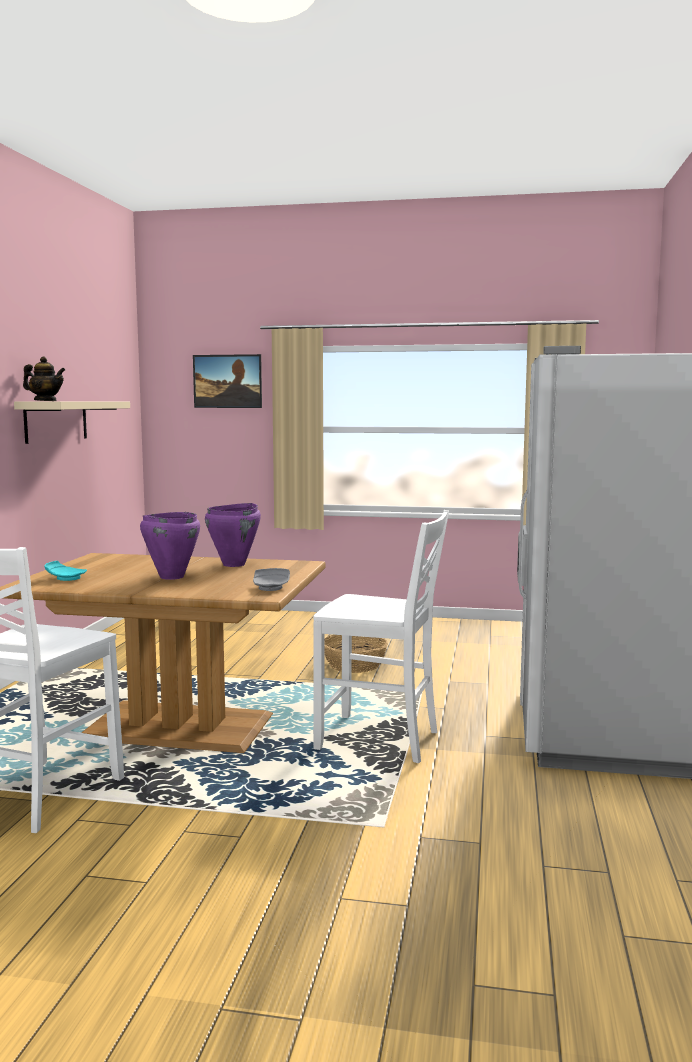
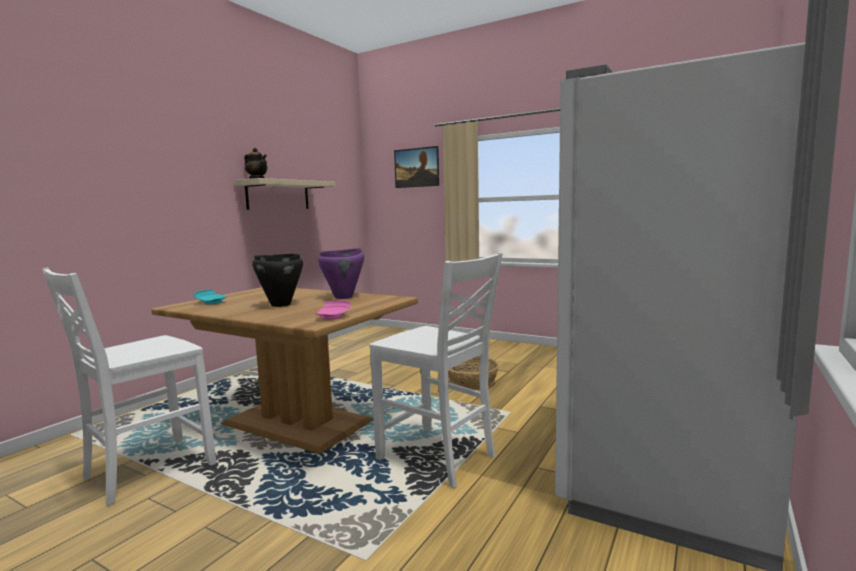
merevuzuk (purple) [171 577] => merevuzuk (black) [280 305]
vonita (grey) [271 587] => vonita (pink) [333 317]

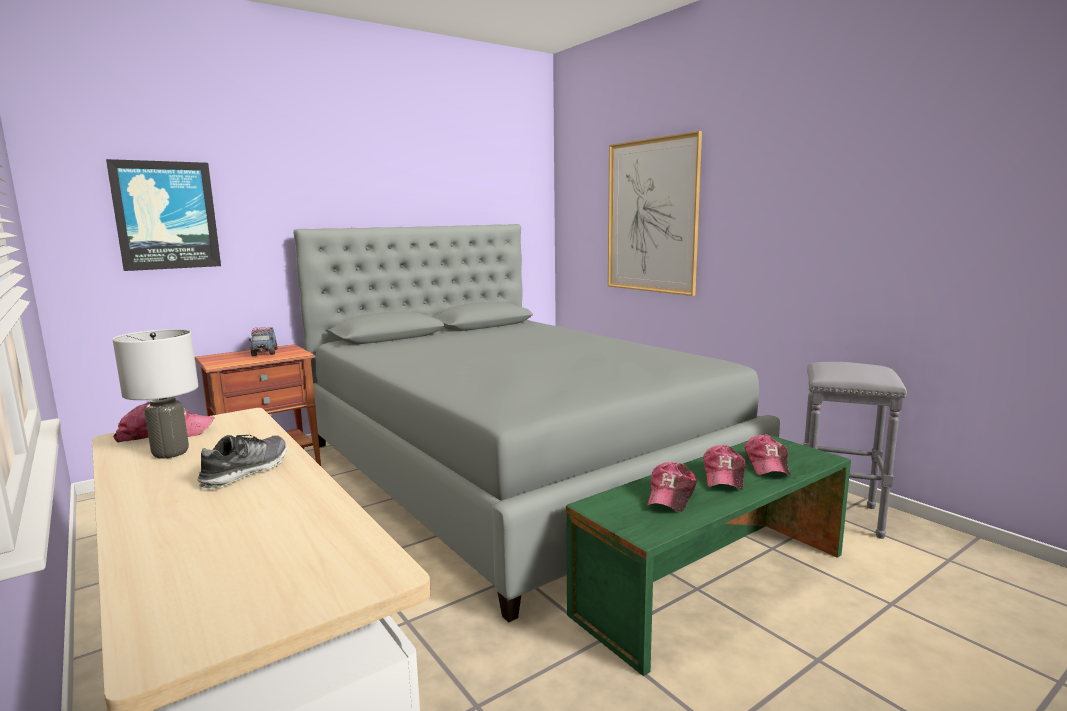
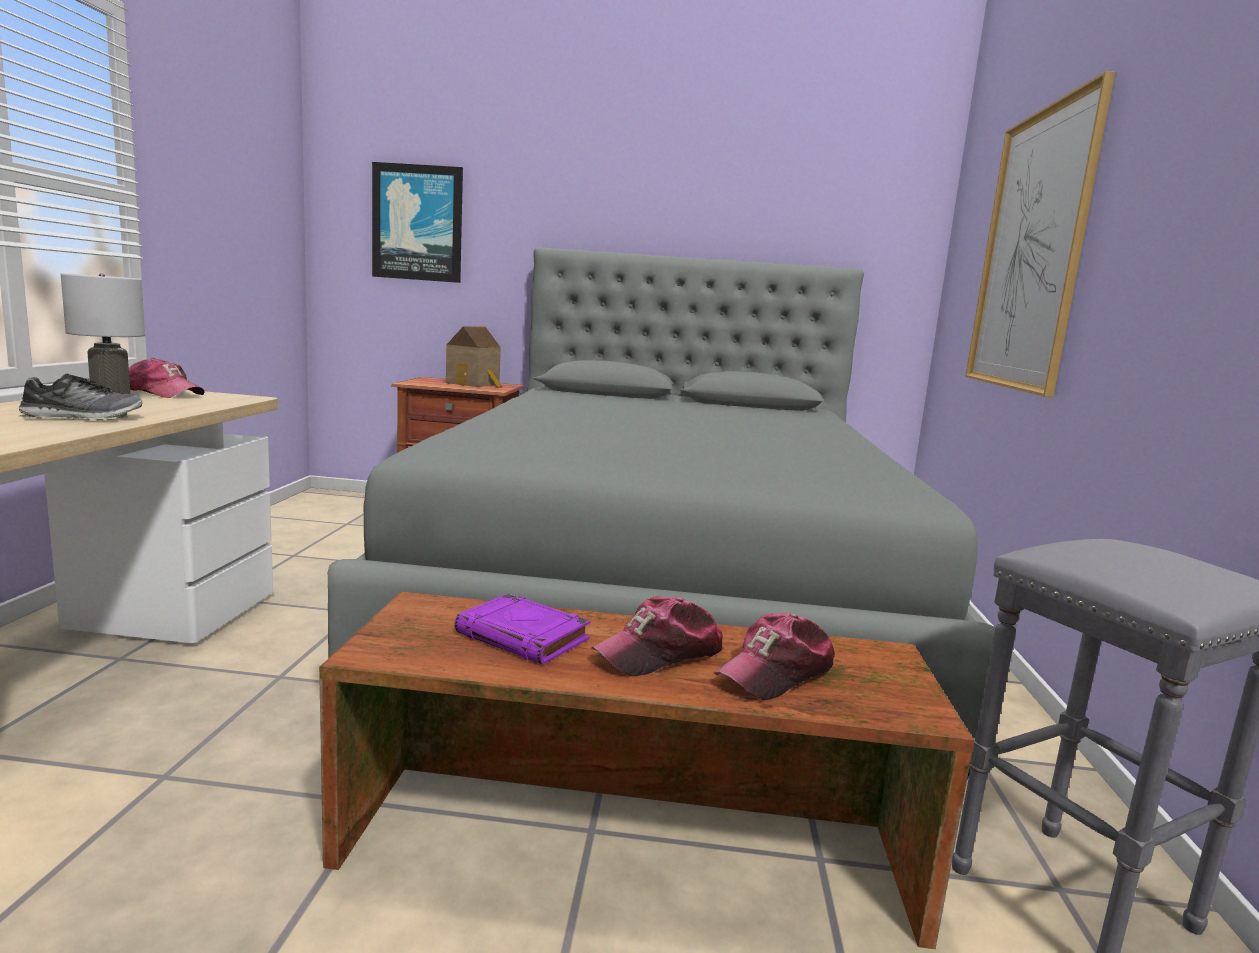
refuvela [264 352] => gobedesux [475 384]
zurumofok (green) [713 580] => zurumofok (brown) [633 837]
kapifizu [671 496] => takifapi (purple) [524 637]

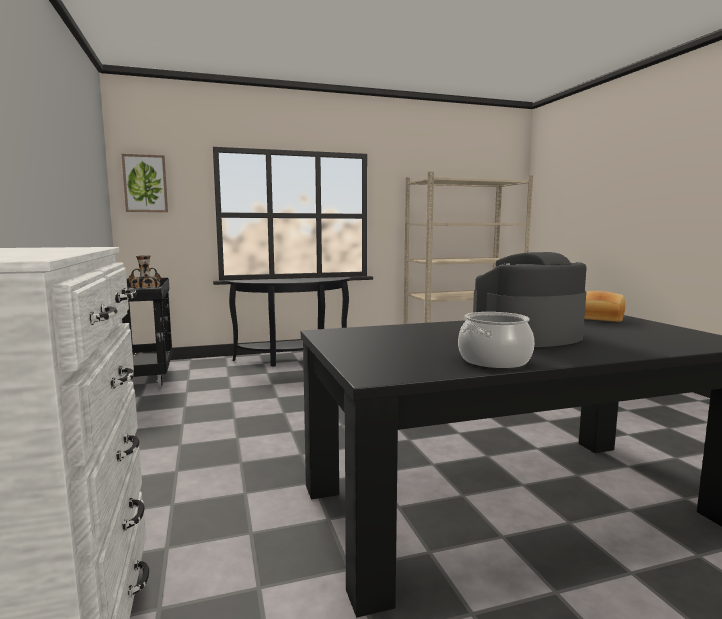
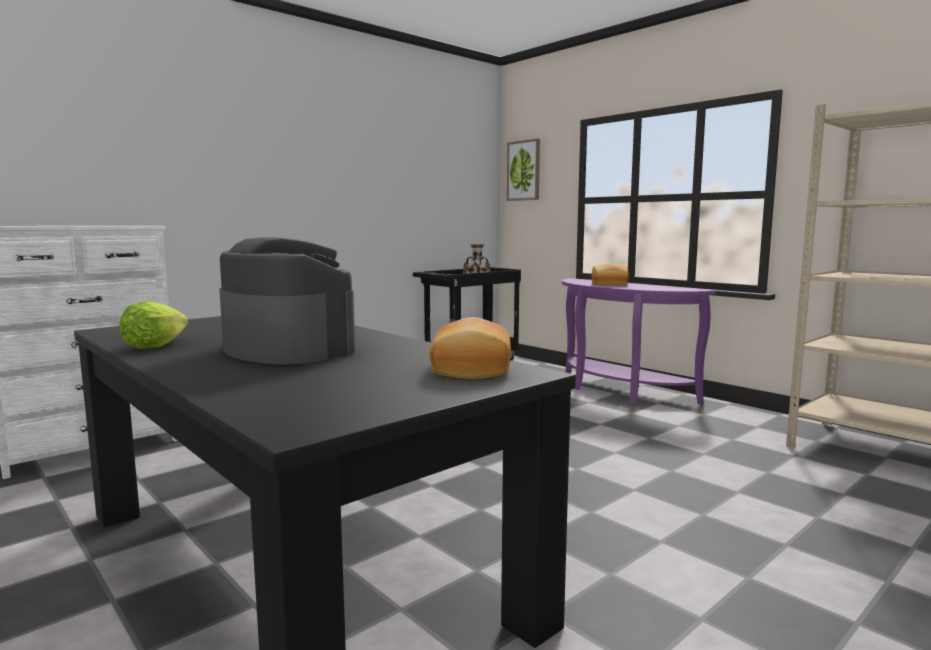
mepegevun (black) [294 359] => mepegevun (purple) [617 391]
merevuzuk [494 361] => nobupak [154 346]
nothing => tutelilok [609 284]

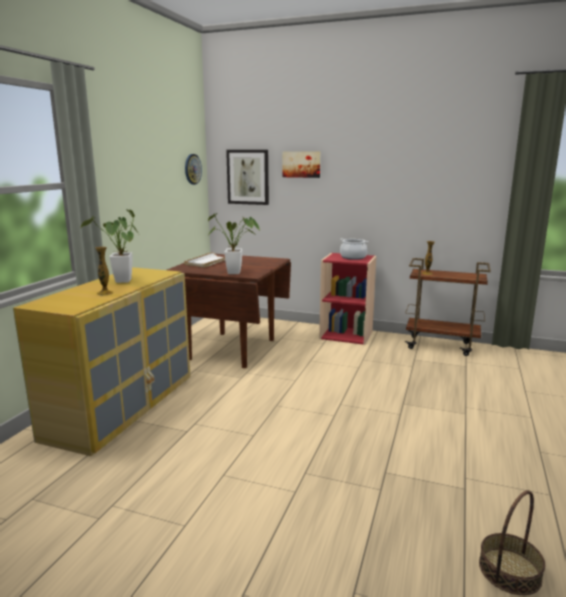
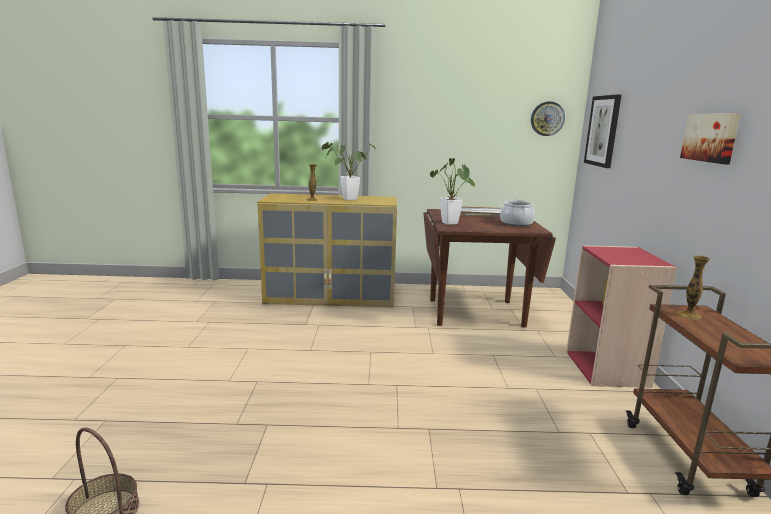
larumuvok [301 164] => larumuvok [711 137], move
merevuzuk [353 257] => merevuzuk [516 223], move

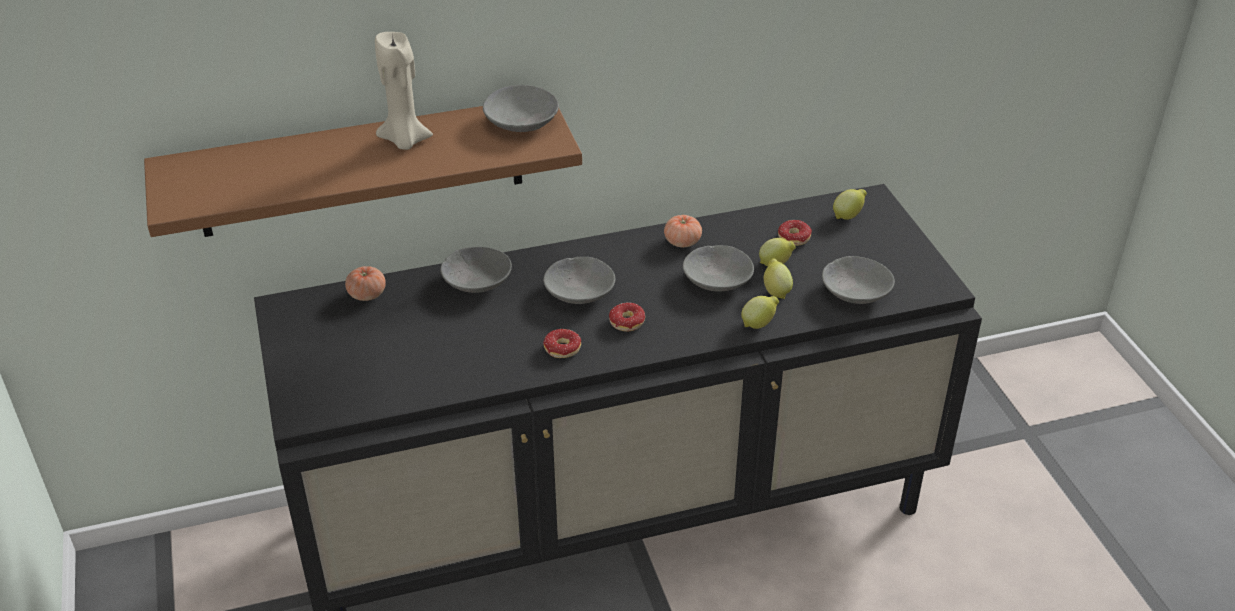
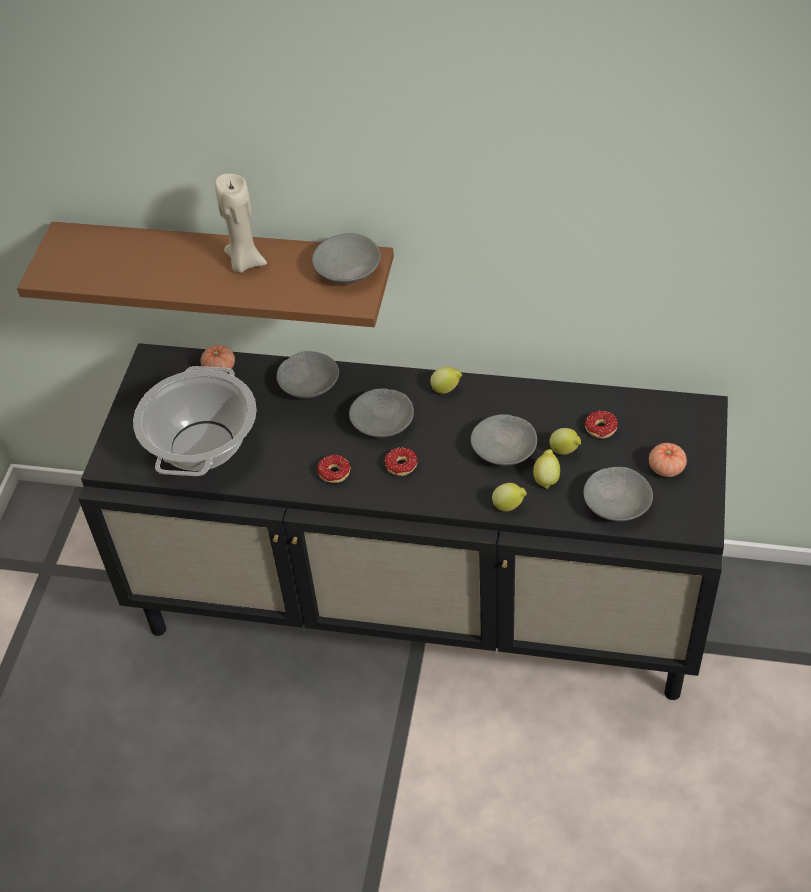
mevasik [682 242] => mevasik [666 468], move
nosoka [848 216] => nosoka [446 389], move
nothing => merevuzuk [202 445]

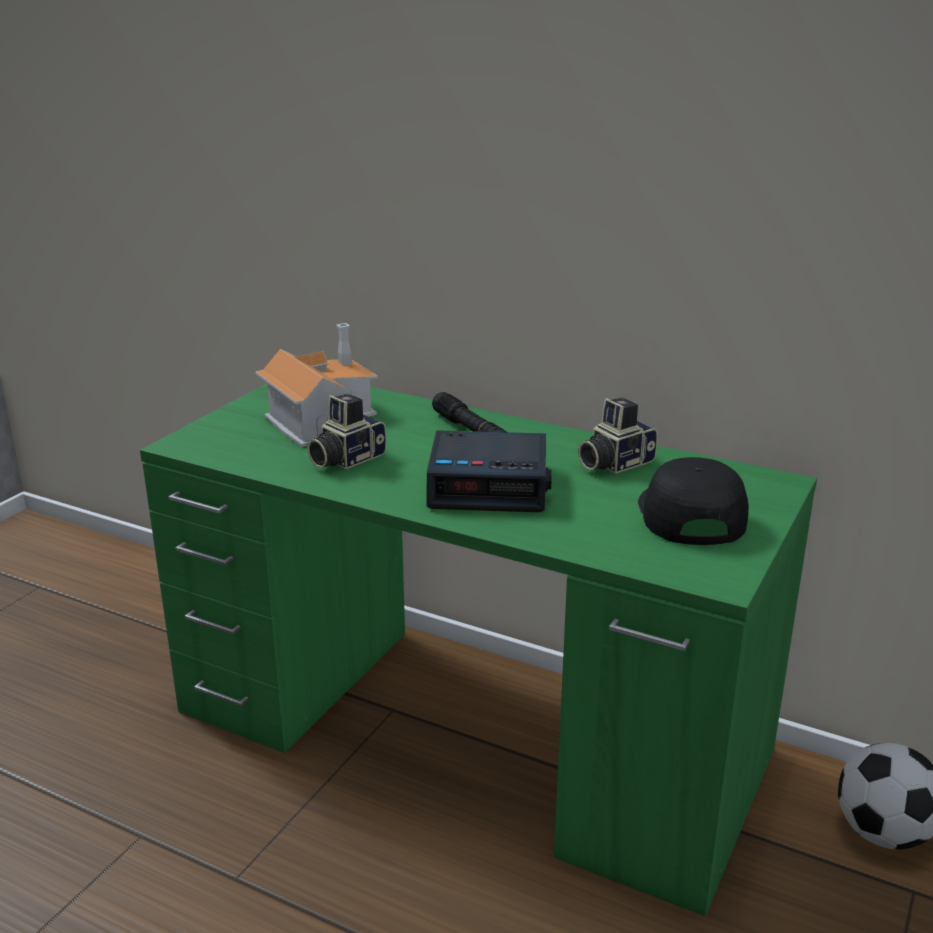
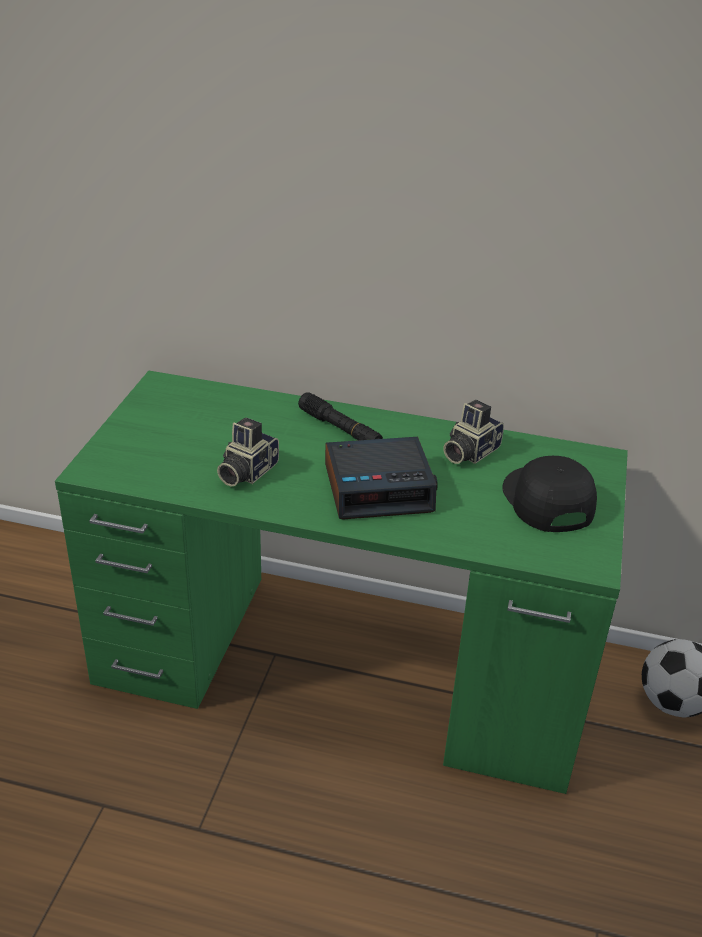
gobedesux [320 418] => nothing

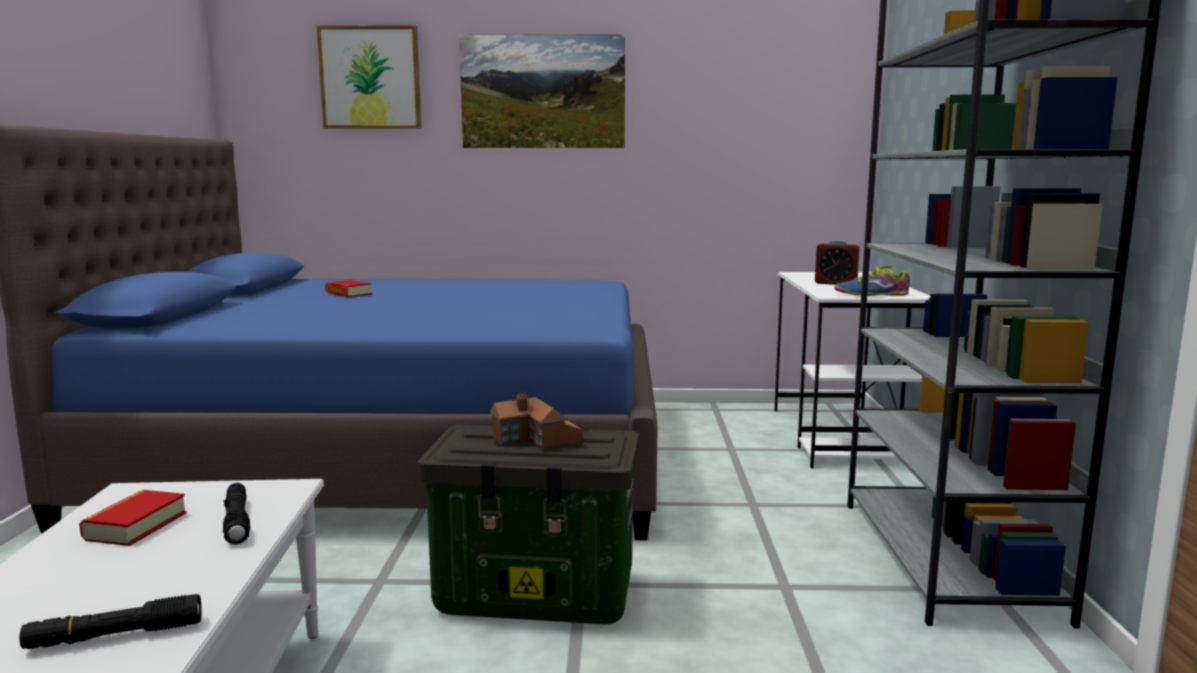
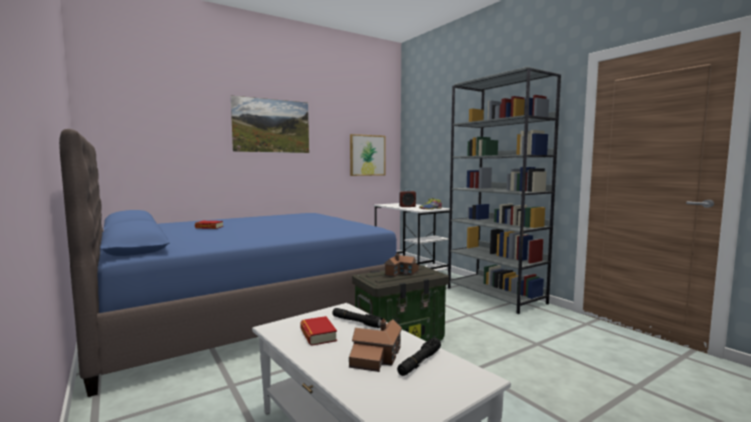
larumuvok [370 78] => larumuvok [367 155], move
nothing => gobedesux [376 357]

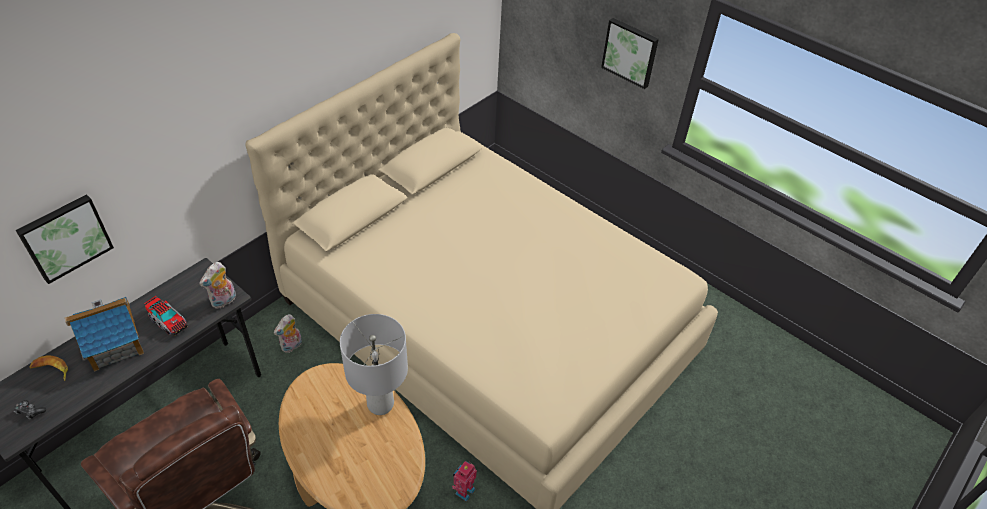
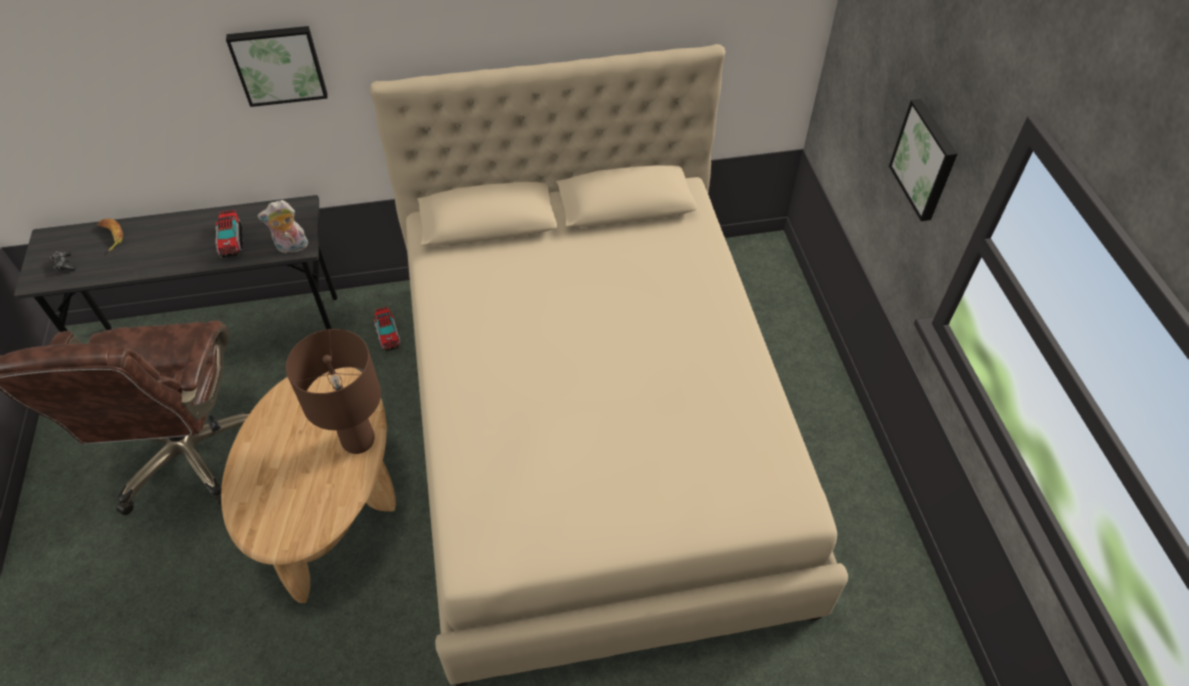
larumuvok [65 237] => larumuvok [278 64], move
gobedesux [115 345] => nothing
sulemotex [292 346] => refuvela [388 334]
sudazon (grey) [380 404] => sudazon (brown) [359 440]
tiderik [464 490] => nothing

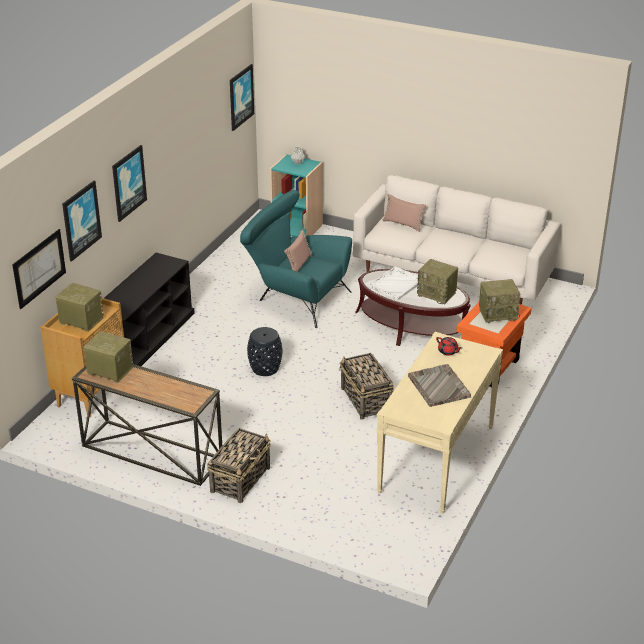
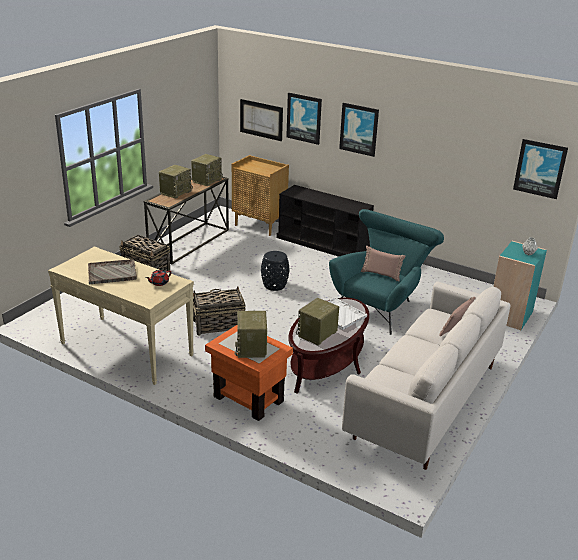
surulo [80 321] => surulo [175 192], move

